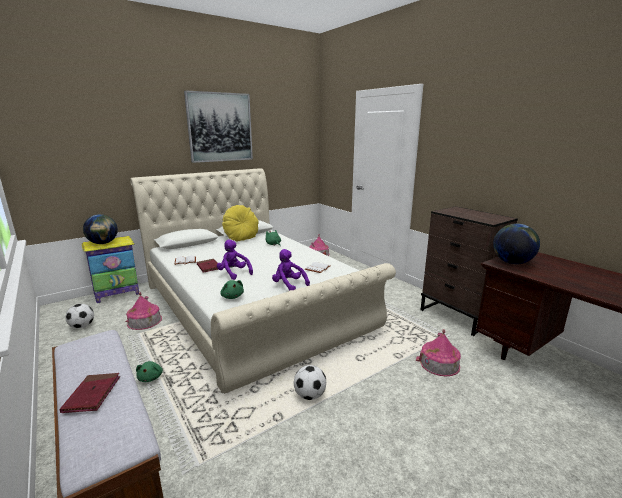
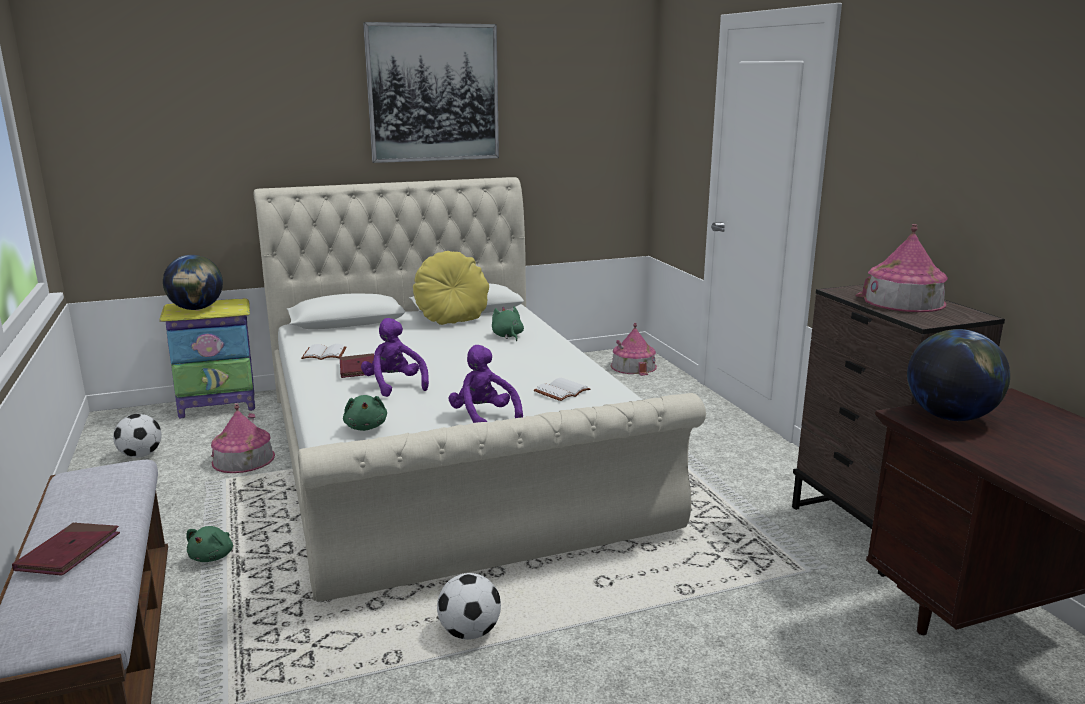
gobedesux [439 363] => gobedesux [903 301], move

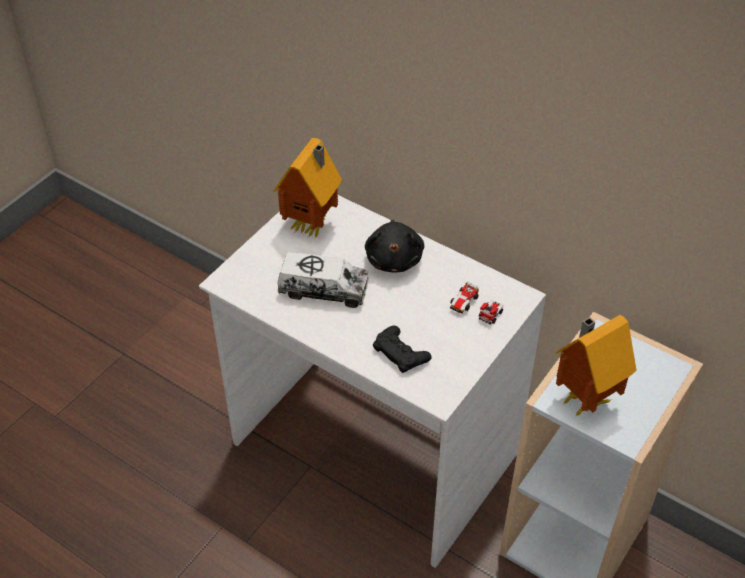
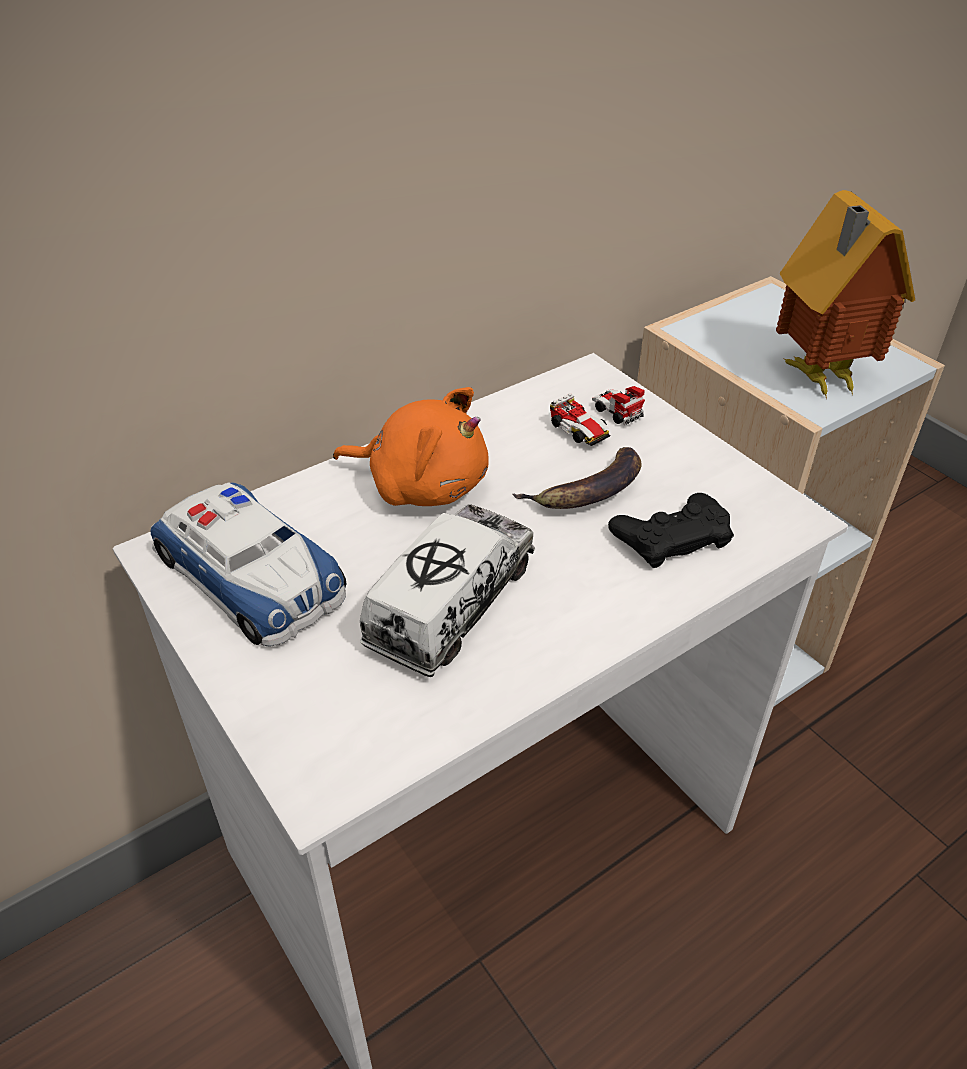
gobedesux [312 226] => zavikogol [250 575]
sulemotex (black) [394 258] => sulemotex (orange) [422 484]
nothing => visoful [588 491]

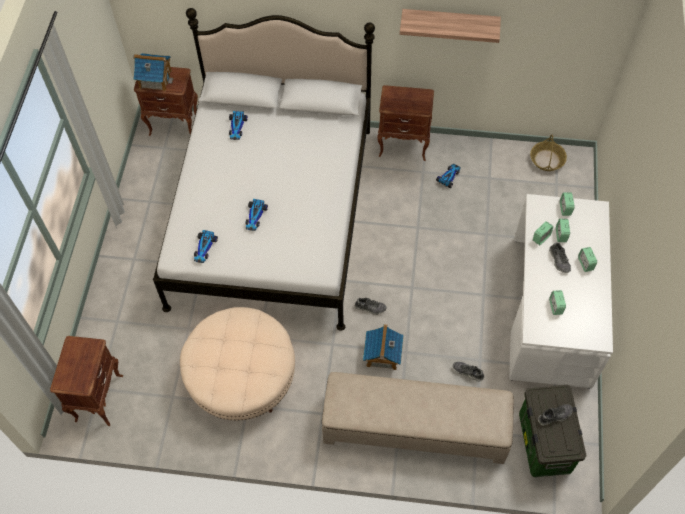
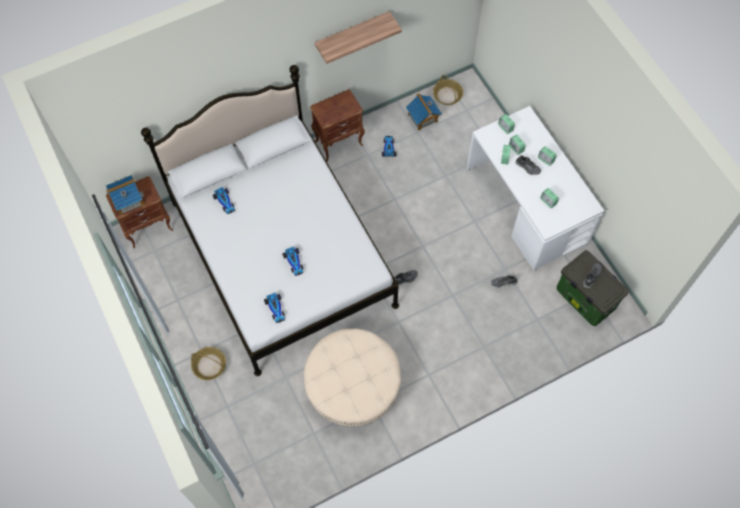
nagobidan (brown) [99 398] => nothing
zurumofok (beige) [414 427] => nothing
gobedesux [382 355] => gobedesux [423 118], move
nothing => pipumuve [209 365]

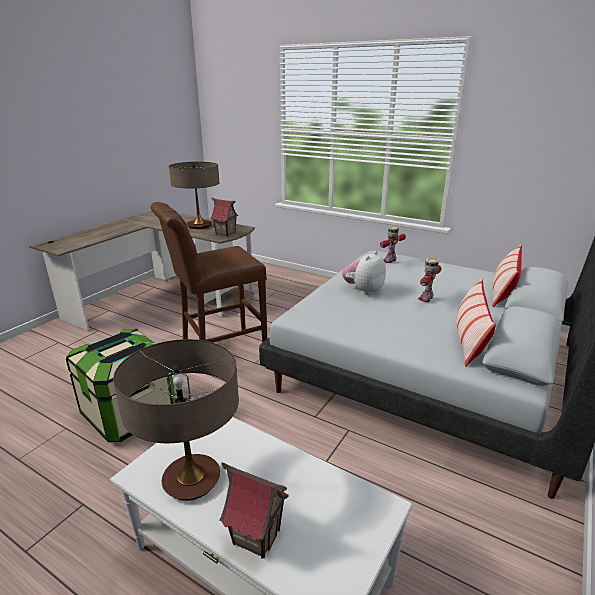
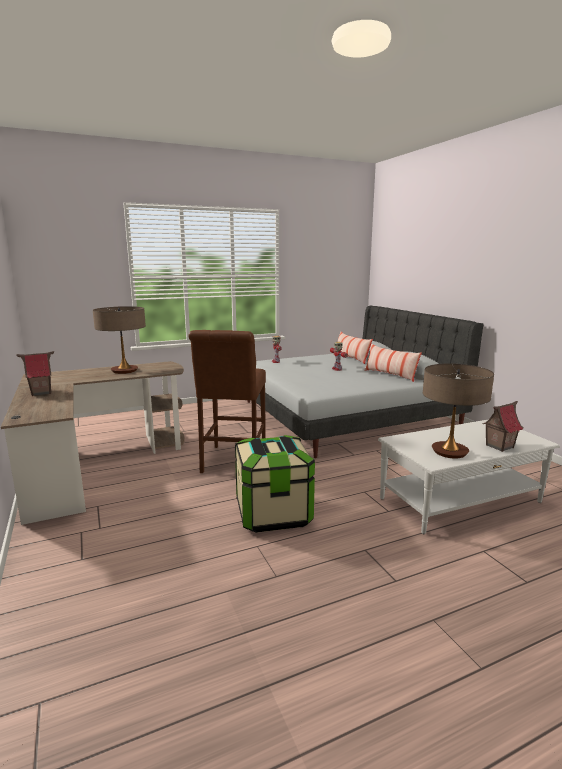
gobedesux [225 233] => gobedesux [41 393], move
sulemotex [363 290] => nothing

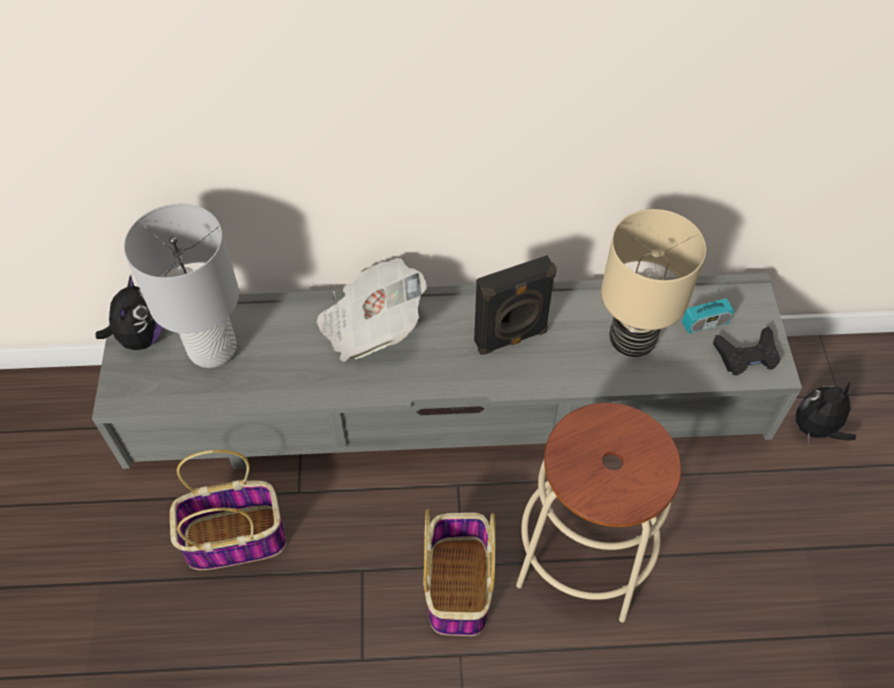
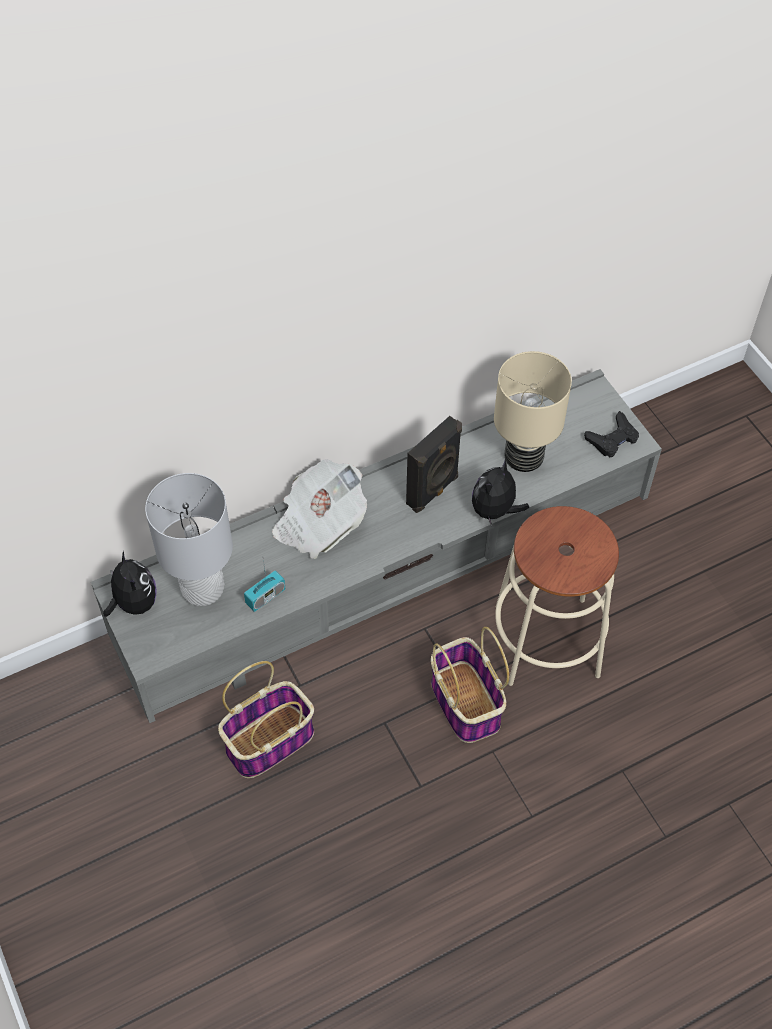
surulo [705 323] => surulo [265 597], move
sulemotex [816 429] => sulemotex [495 511], move

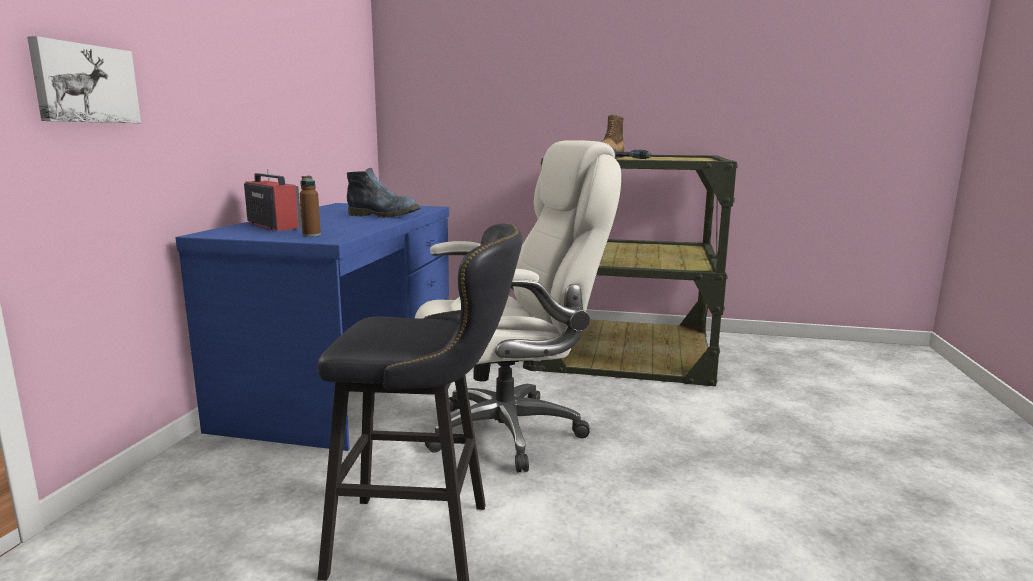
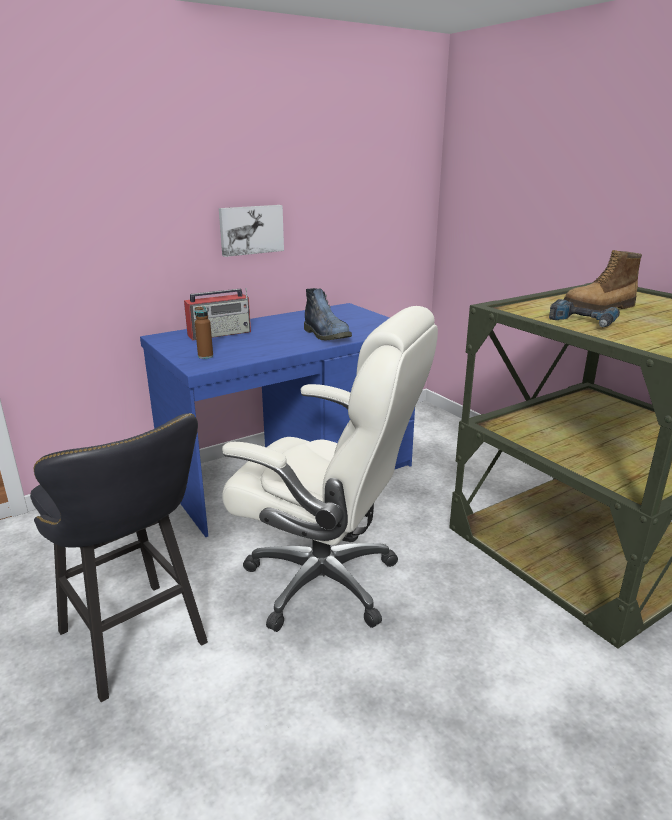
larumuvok [84 83] => larumuvok [251 230], move
surulo [273 225] => surulo [220 334], 60 degrees clockwise

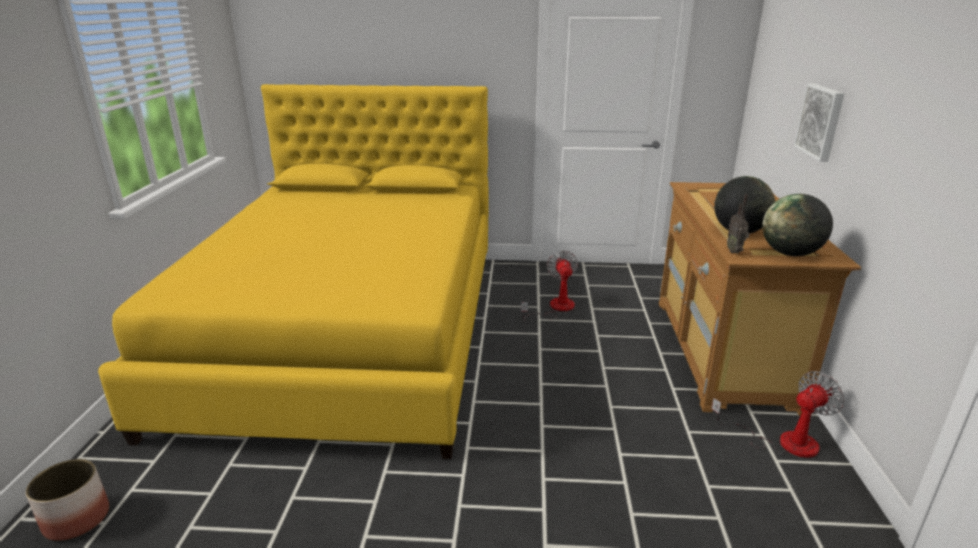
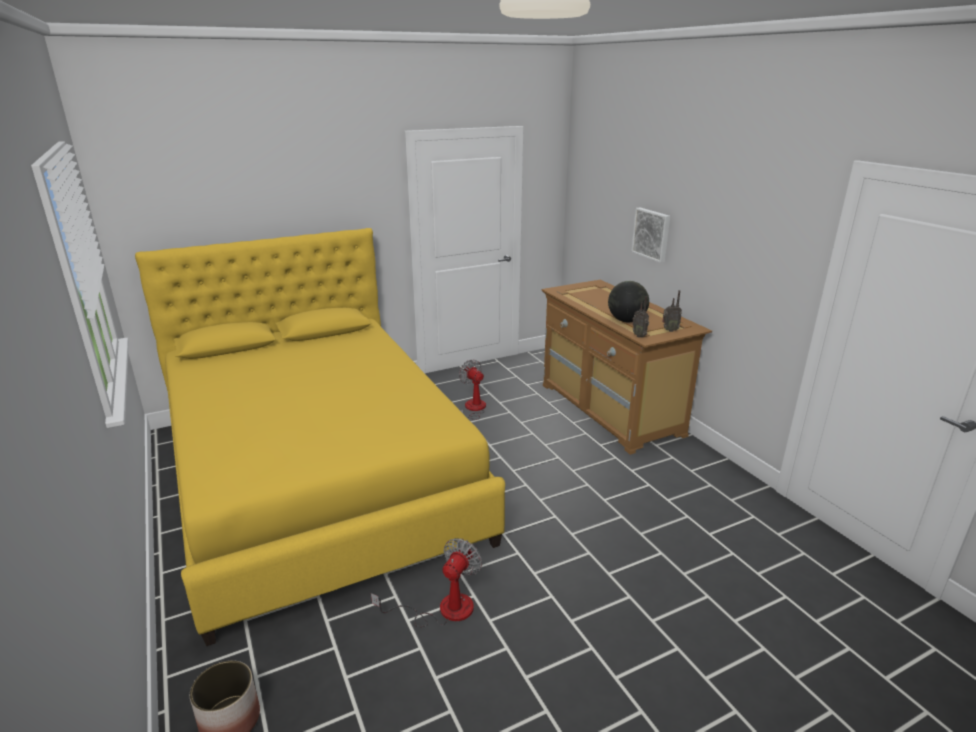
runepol [783 442] => runepol [443 609], move
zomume [790 254] => surulo [669 330]

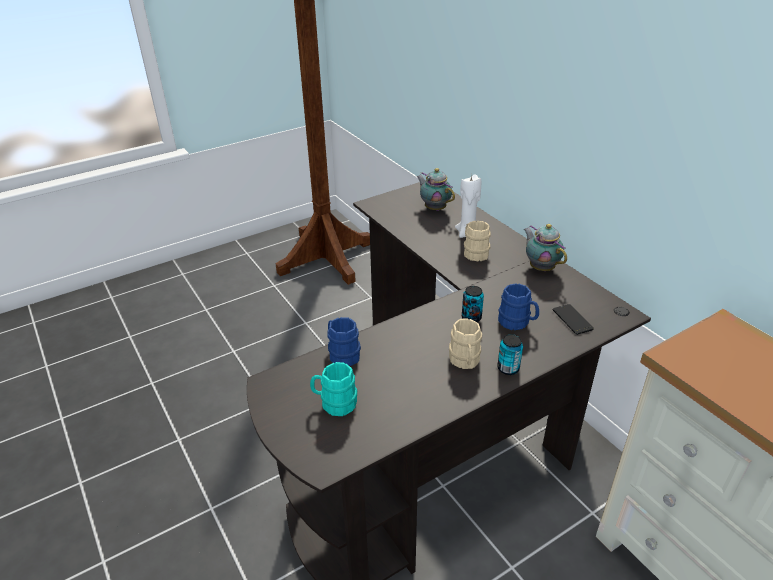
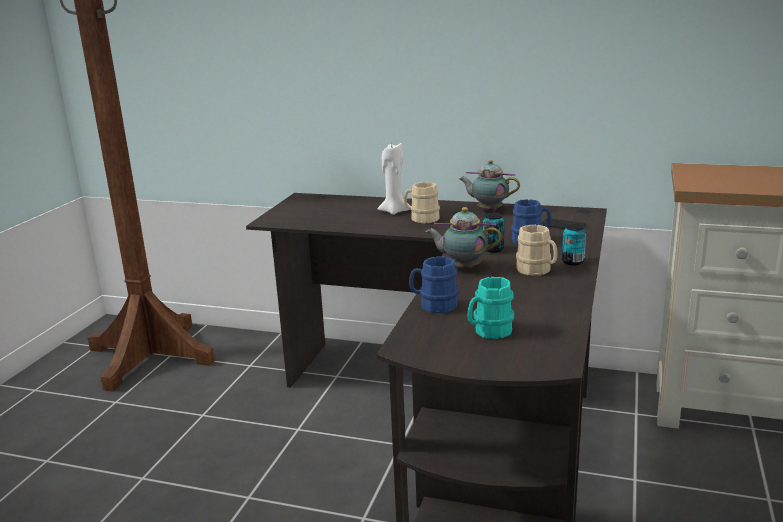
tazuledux [434 208] => tazuledux [462 267], move

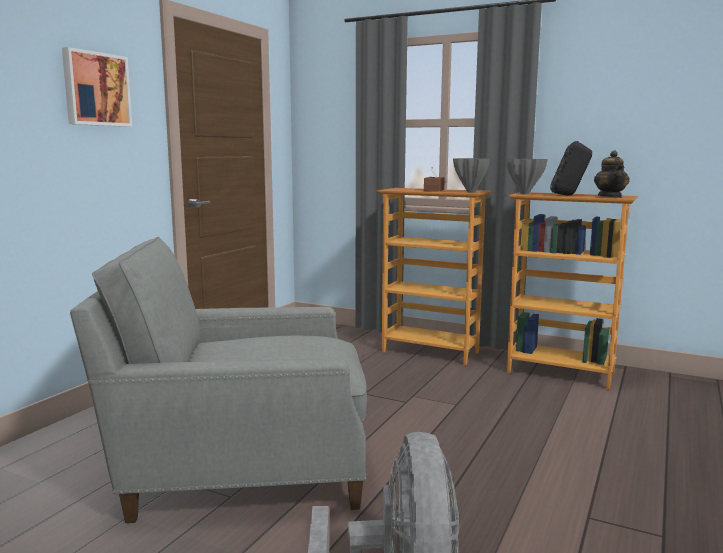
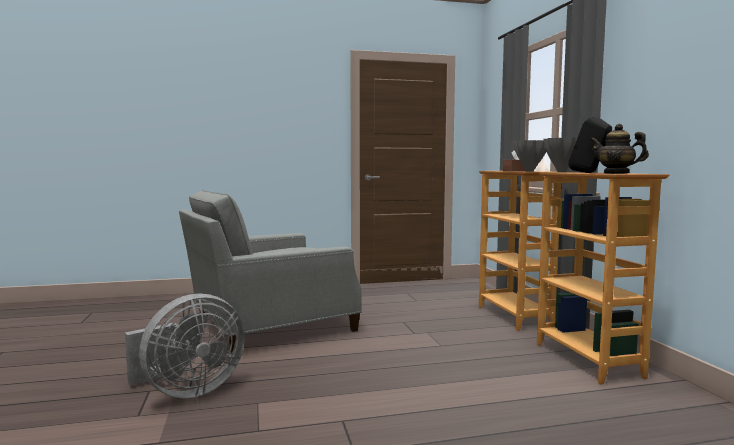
larumuvok [96 89] => nothing
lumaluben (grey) [242 462] => lumaluben (grey) [271 326], 75 degrees counterclockwise
tazuledux [610 197] => tazuledux [616 173], 75 degrees clockwise

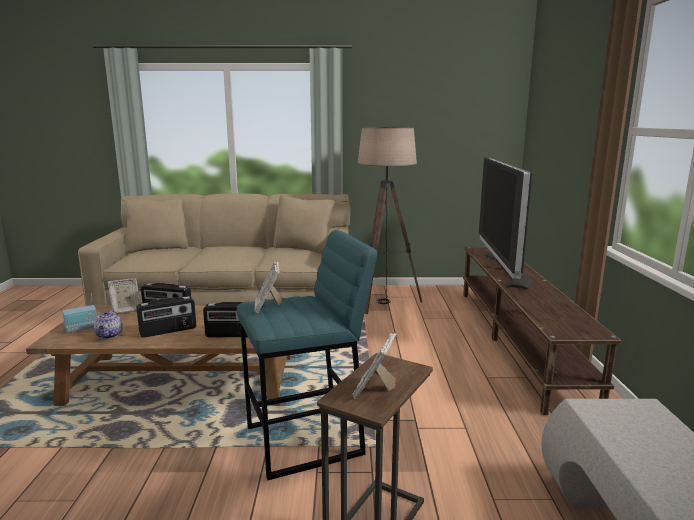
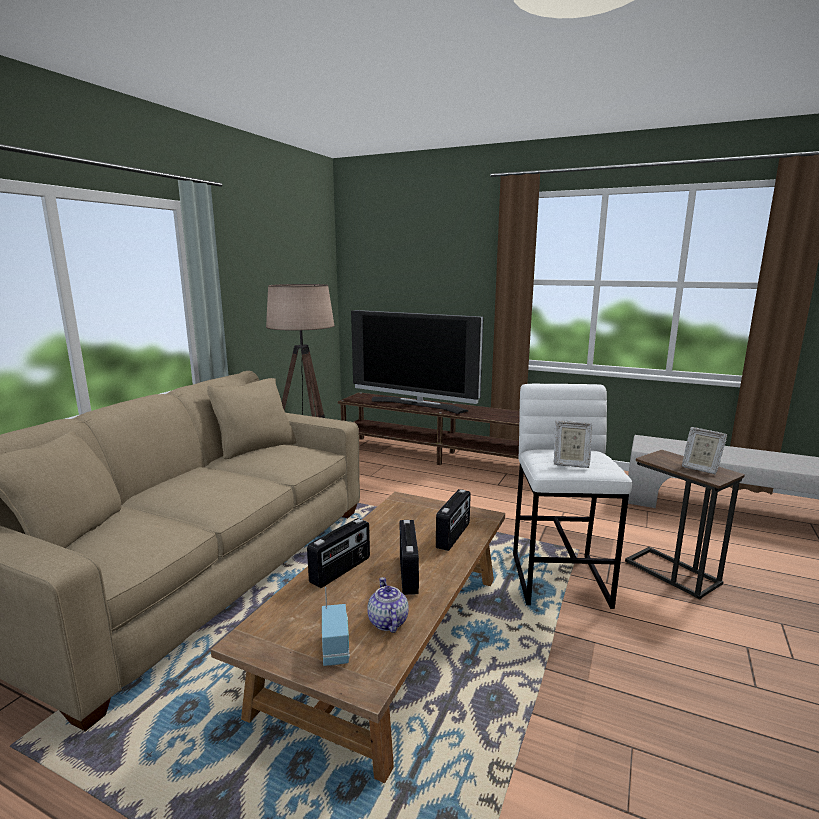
tazuledux [109 335] => tazuledux [387 621], 120 degrees counterclockwise
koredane [125 310] => nothing
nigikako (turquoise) [307 440] => nigikako (white) [558 578]

